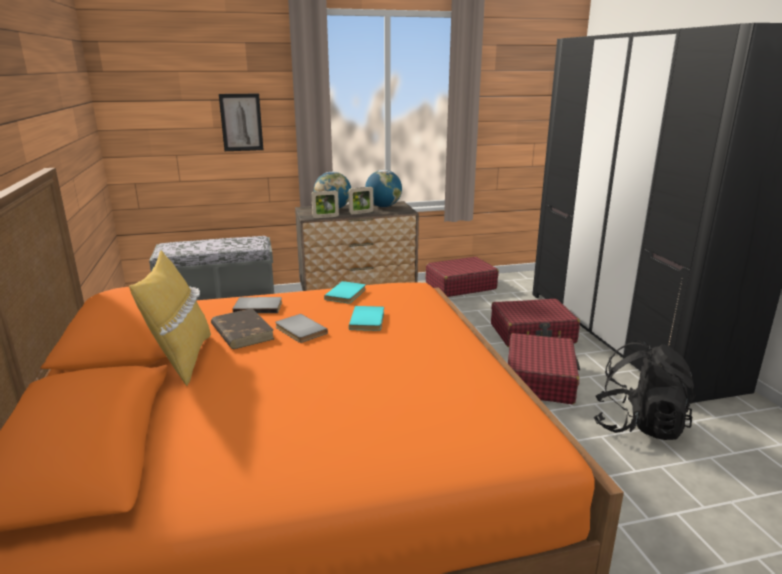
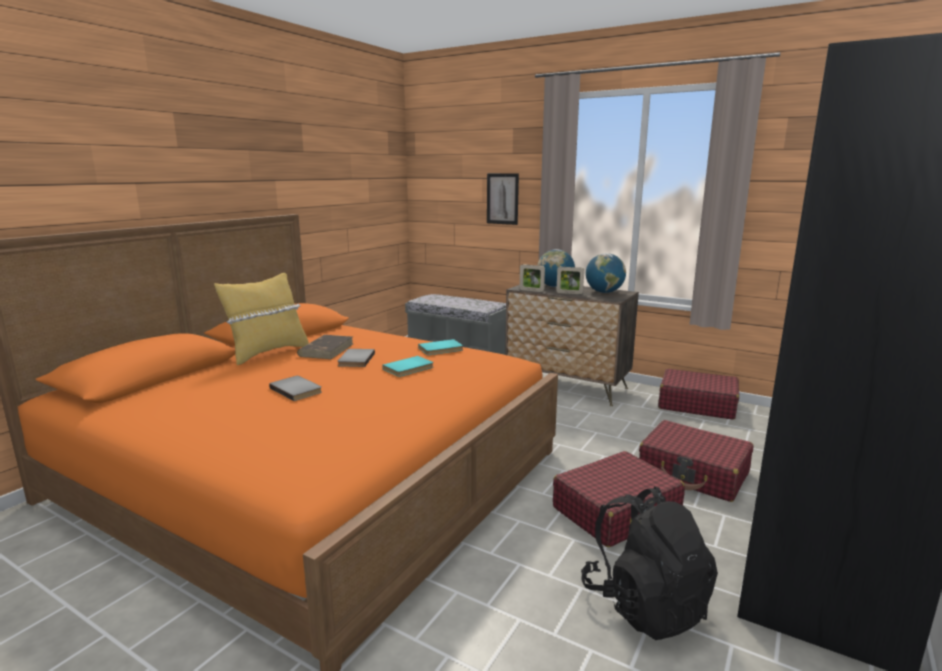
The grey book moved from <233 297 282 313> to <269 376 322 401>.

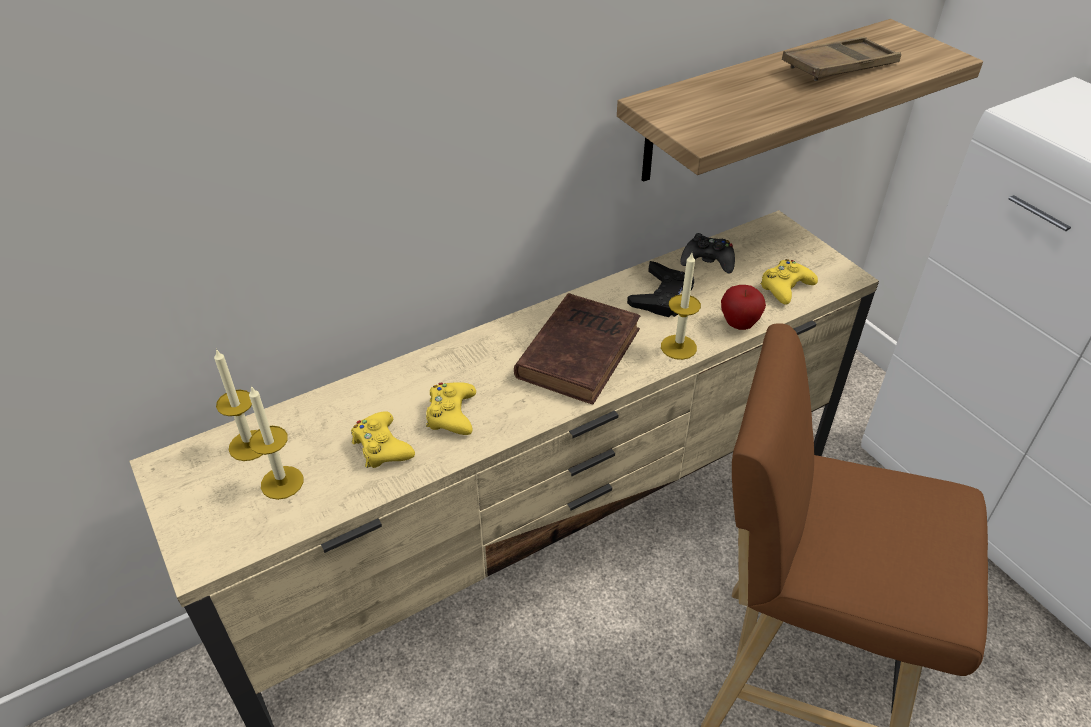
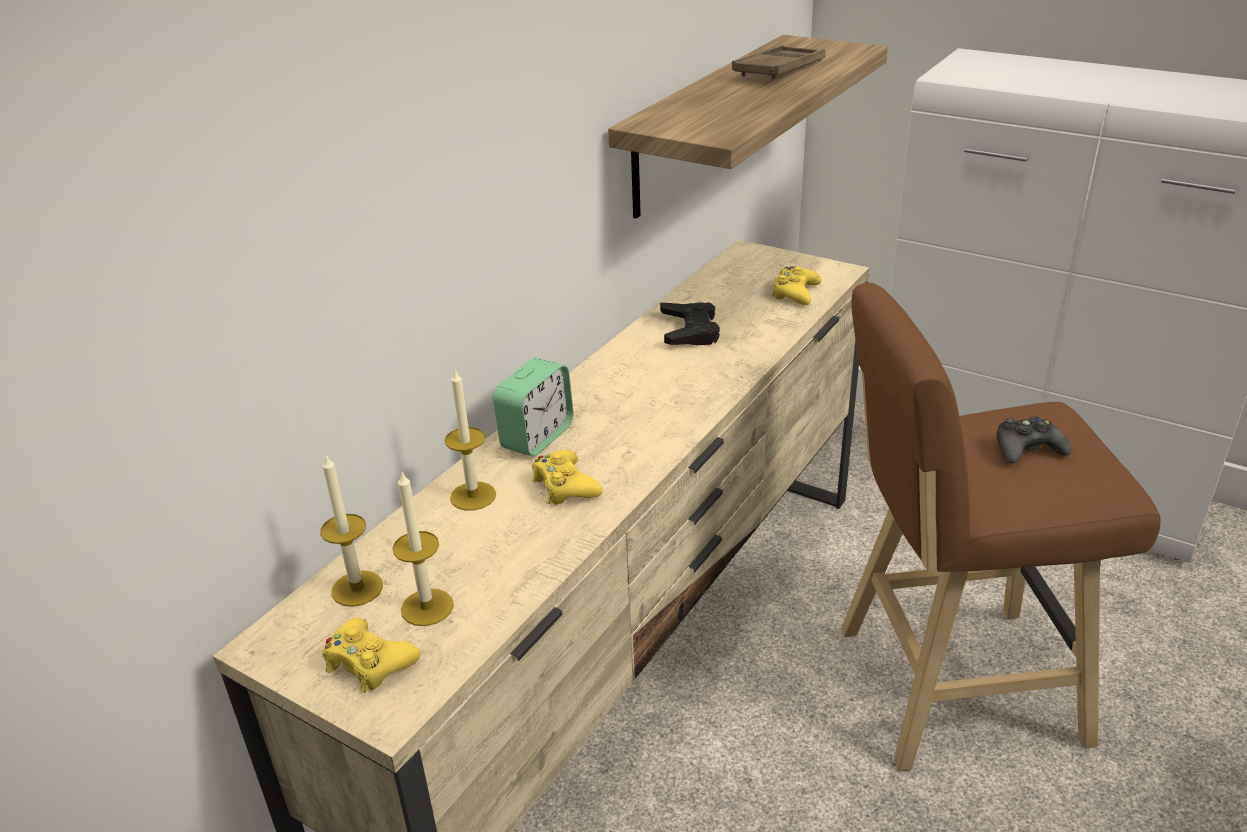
The yellow game controller moved from <351 412 415 468> to <322 618 421 693>.
The brown book at <514 293 640 404> disappeared.
The candle moved from <661 253 701 360> to <445 370 496 511>.
The black game controller moved from <680 233 735 273> to <997 416 1072 464>.
The apple at <721 285 766 330> disappeared.
The alarm clock at <493 358 573 456> appeared.

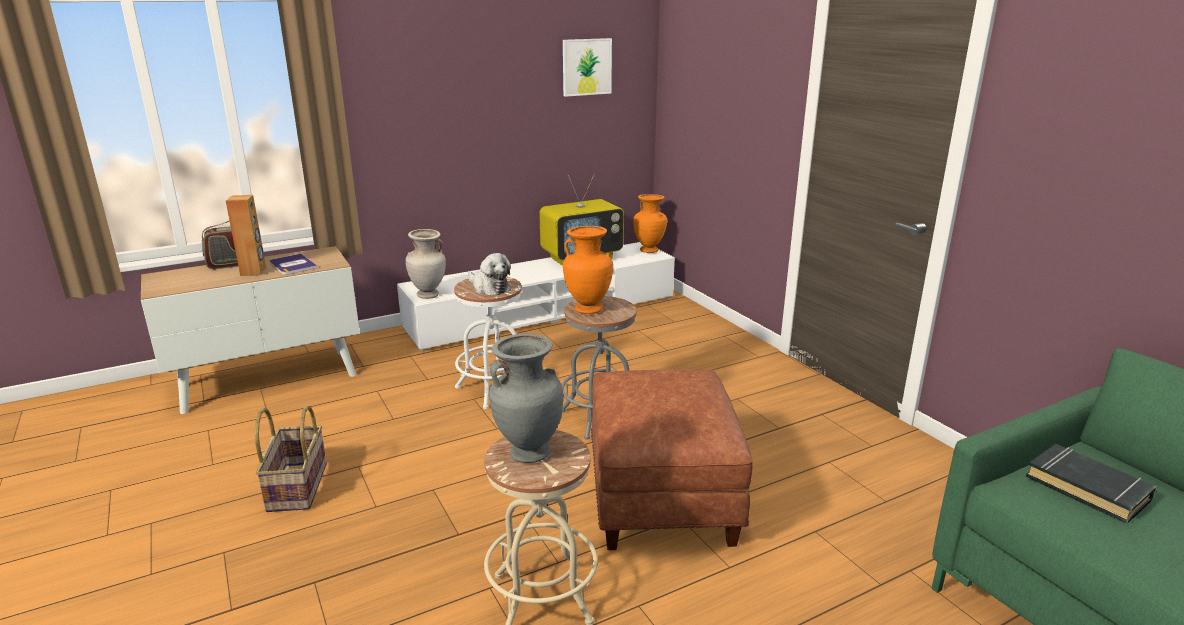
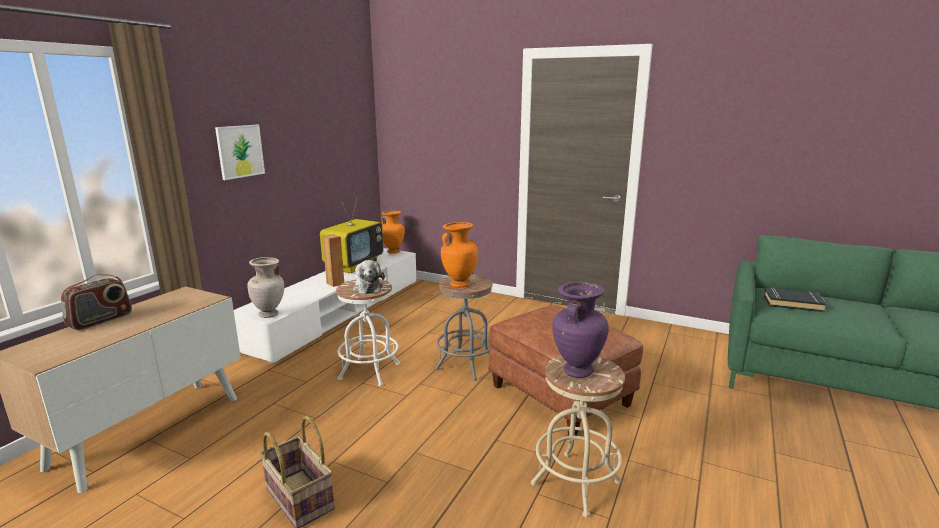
The brown speaker moved from <226 195 266 276> to <323 234 344 287>.
The book at <269 254 318 275> disappeared.
The plush toy at <468 253 511 296> turned 60 degrees clockwise.
The grey vase at <489 334 563 463> became the purple vase at <553 281 609 378>.
The picture moved from <563 38 612 97> to <215 125 265 180>.

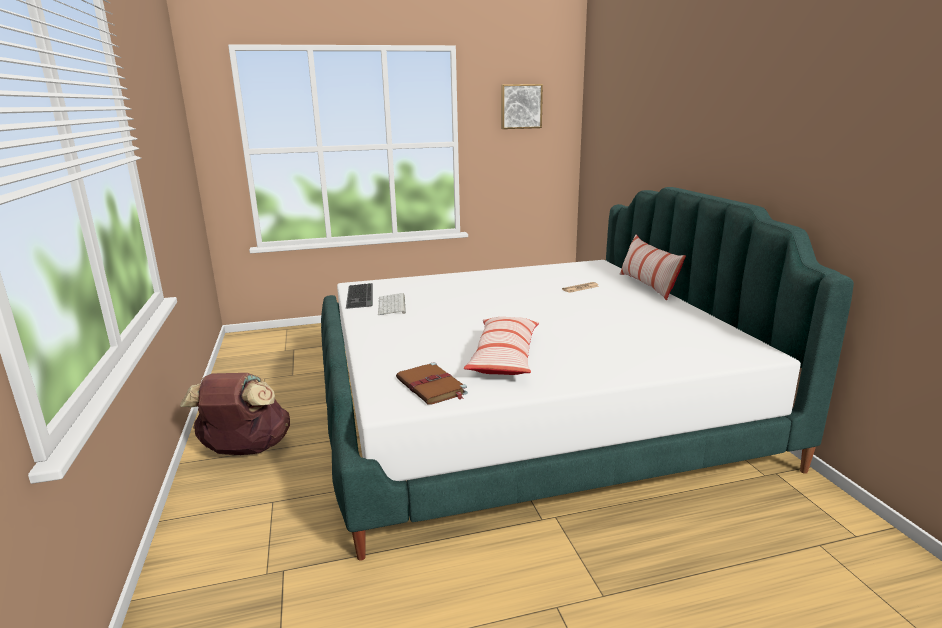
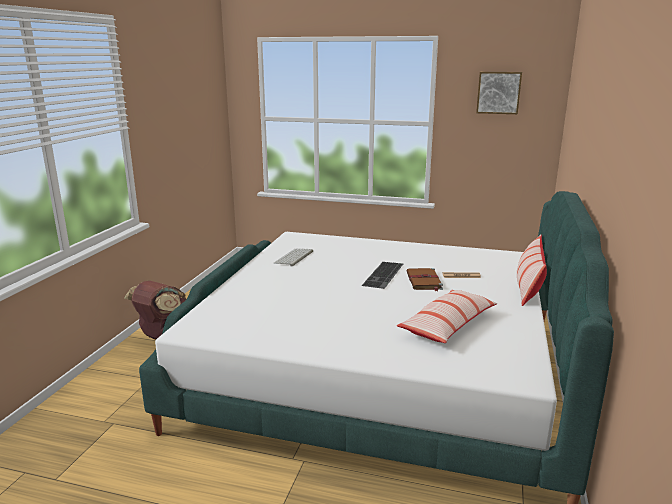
The keyboard moved from <346 283 373 309> to <362 262 403 289>.
The brown book moved from <396 362 468 405> to <406 268 443 291>.
The pillow moved from <464 317 539 375> to <397 290 497 343>.

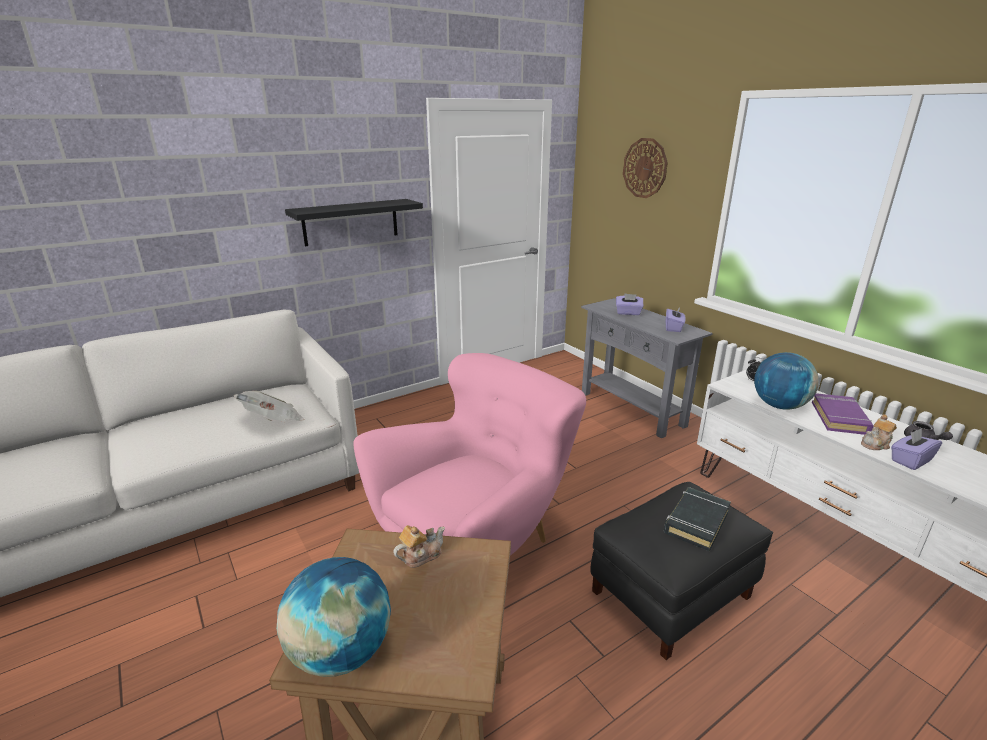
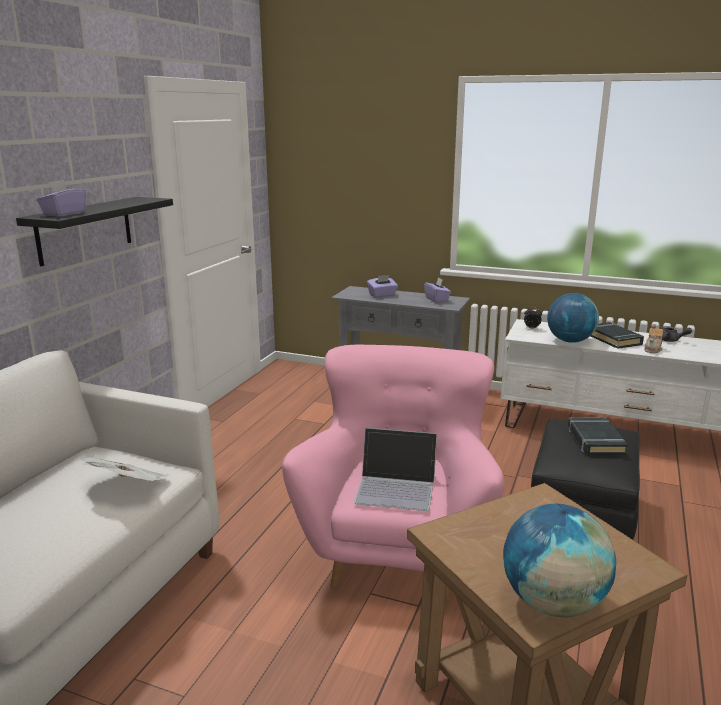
The teapot at <393 525 445 568> disappeared.
The wall clock at <623 138 668 198> disappeared.
The purple book at <812 393 874 435> became the black book at <590 322 644 349>.
The purple tissue box moved from <891 428 942 470> to <37 180 86 217>.
The laptop at <354 428 437 511> appeared.

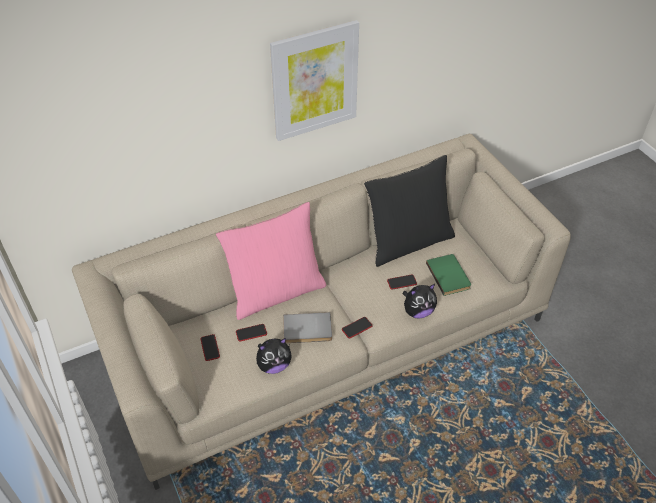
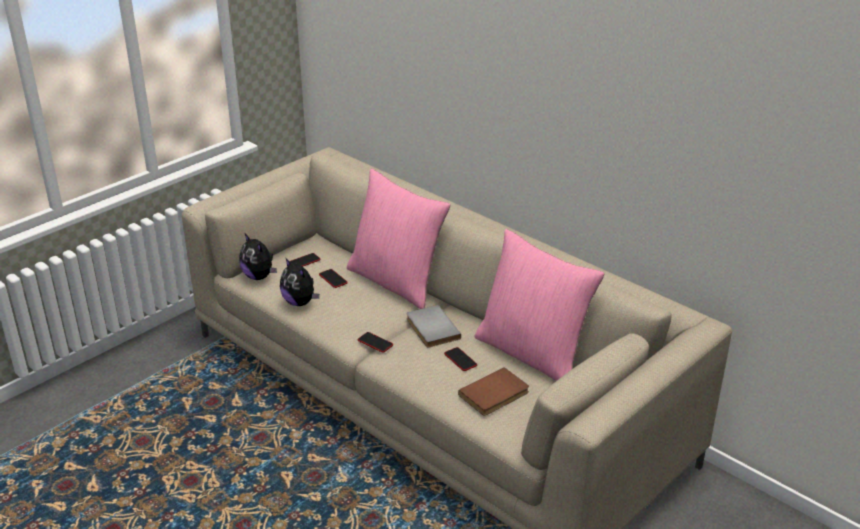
The picture at <270 20 359 141> disappeared.
The grey book moved from <283 312 332 343> to <406 305 461 347>.
The black pillow at <364 155 455 267> became the pink pillow at <475 229 605 381>.
The plush toy moved from <402 284 437 319> to <239 234 277 280>.
The green book at <426 254 471 296> became the brown book at <458 367 529 415>.

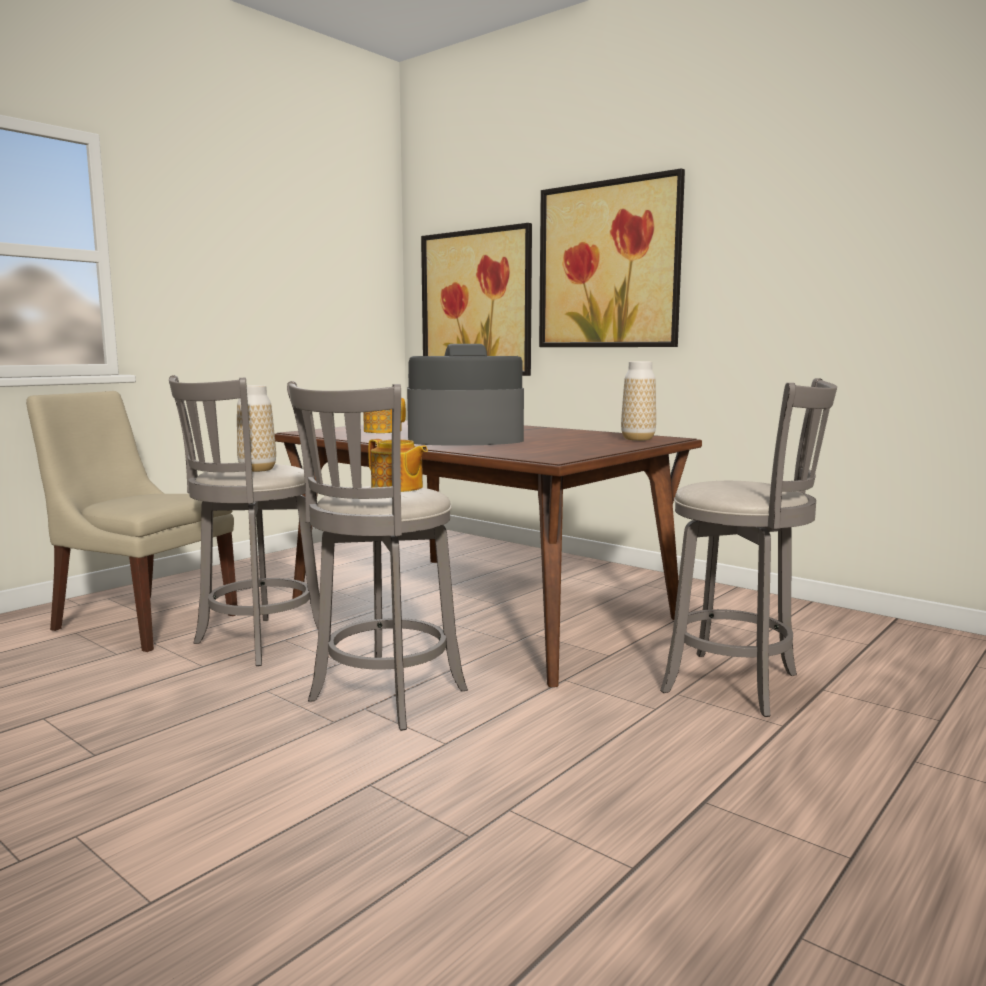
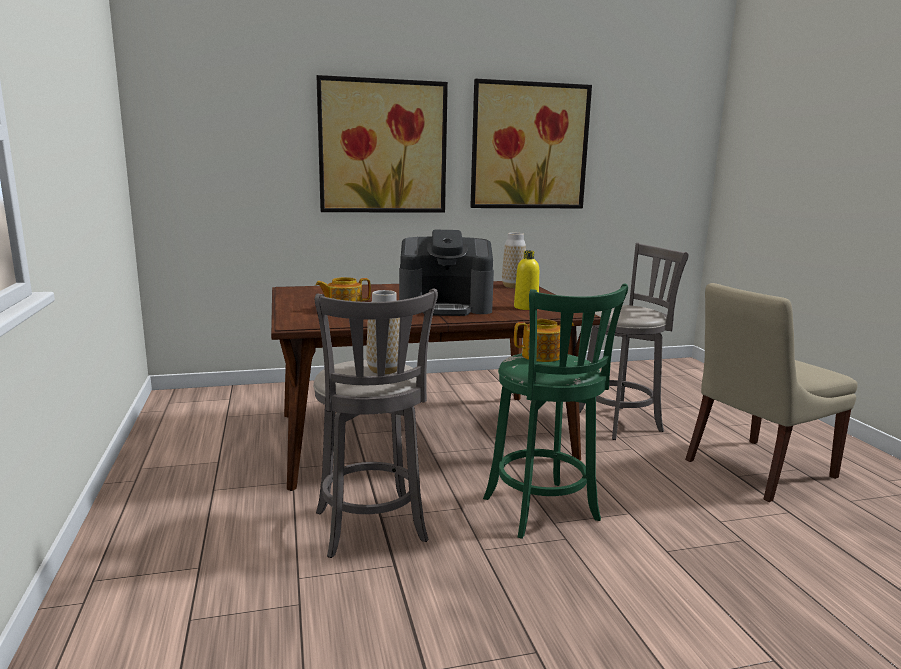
The beige chair moved from <26 391 237 652> to <685 283 858 502>.
The grey stool at <287 381 468 731> became the green stool at <483 283 628 539>.
The coffee machine at <407 344 524 446> turned 120 degrees counterclockwise.
The picture moved from <421 223 532 376> to <470 79 592 208>.
The yellow bottle at <514 250 539 310> appeared.

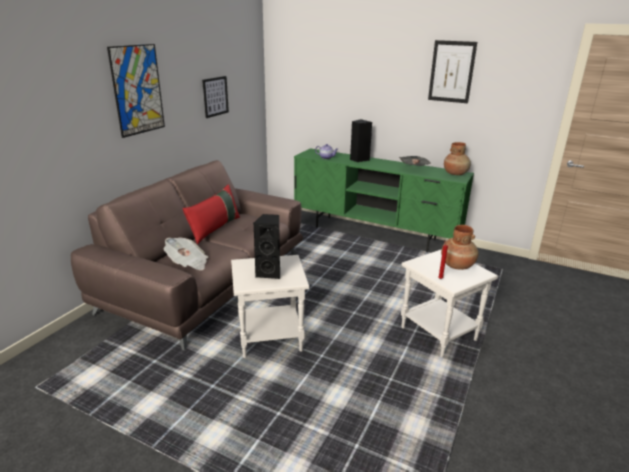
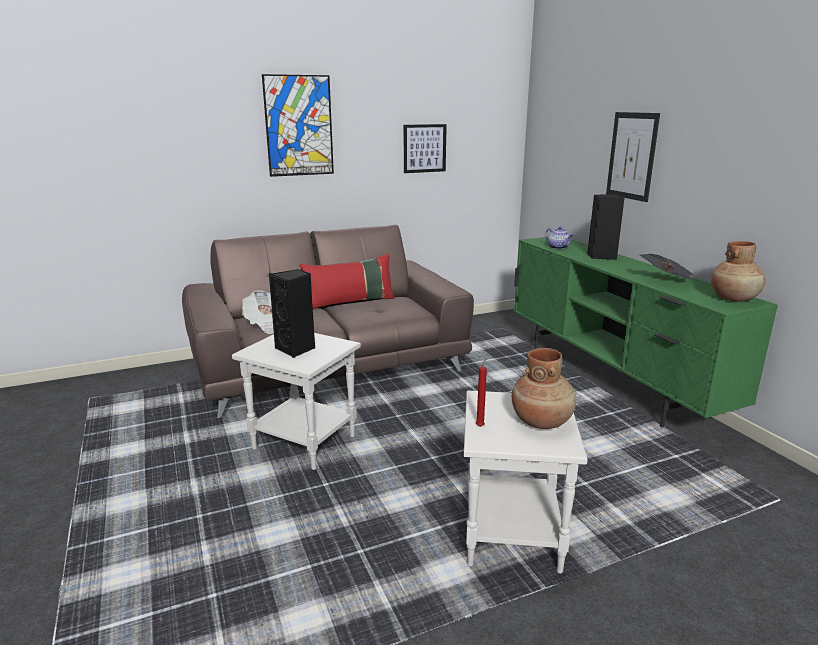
The picture moved from <428 40 477 103> to <606 112 660 202>.

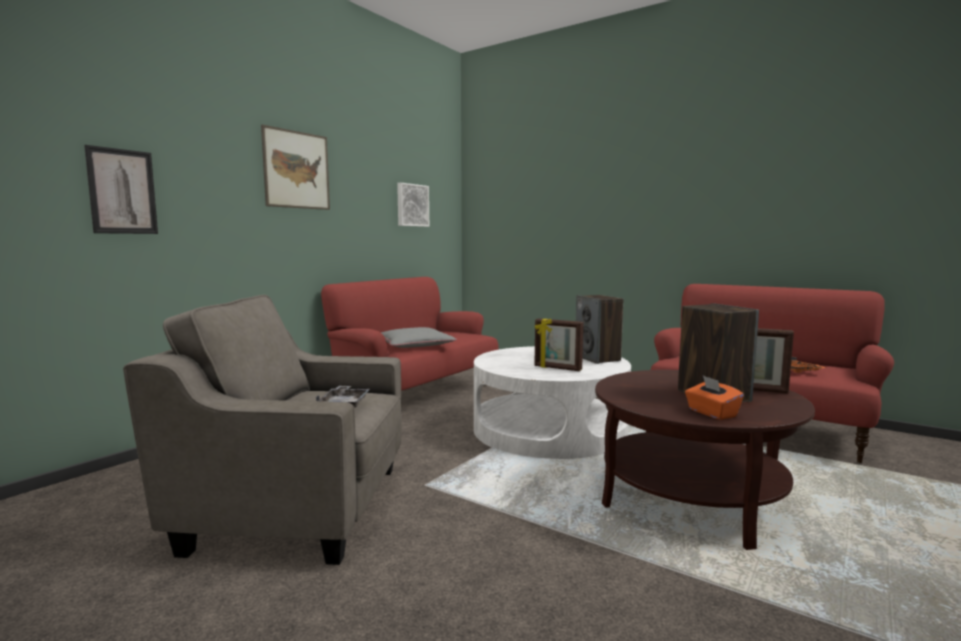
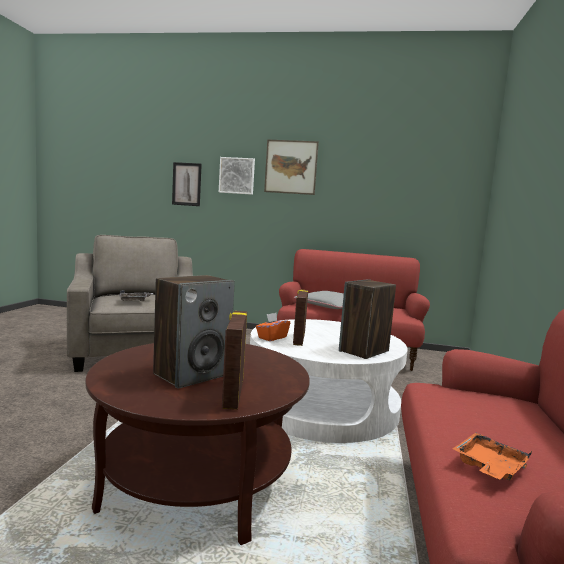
The picture moved from <397 183 429 227> to <219 157 255 195>.
The orange tissue box moved from <685 376 744 420> to <256 313 290 341>.

